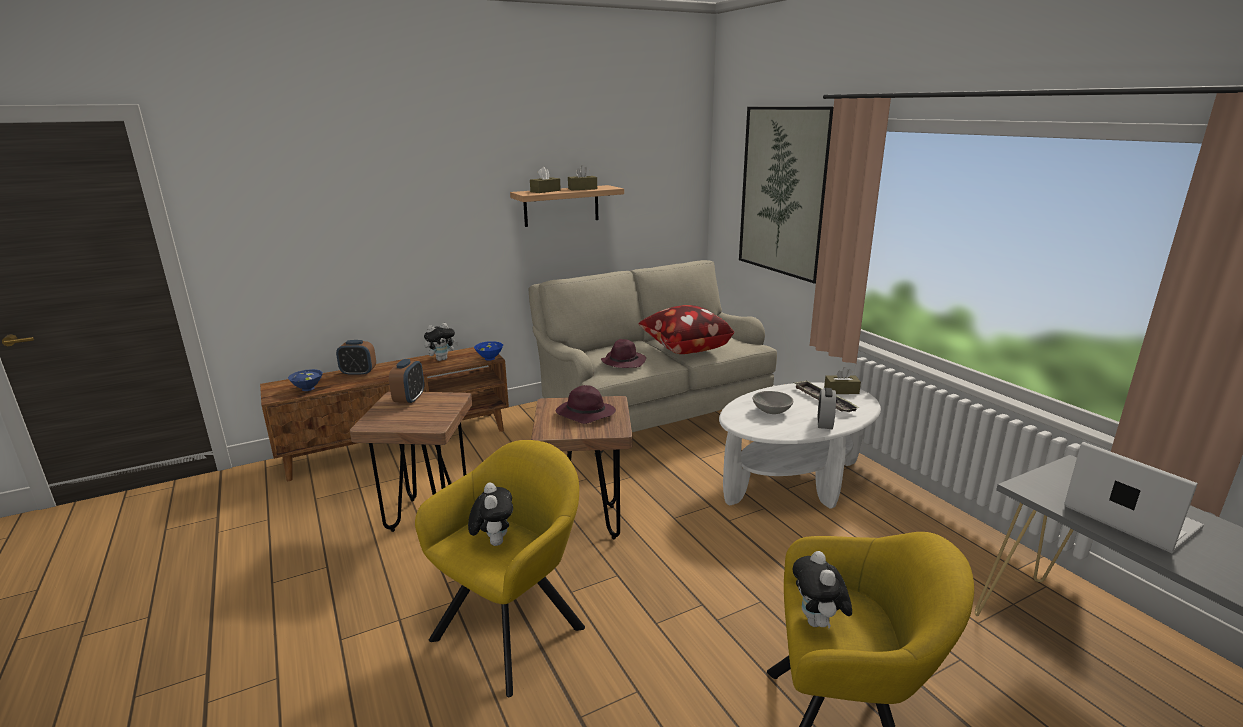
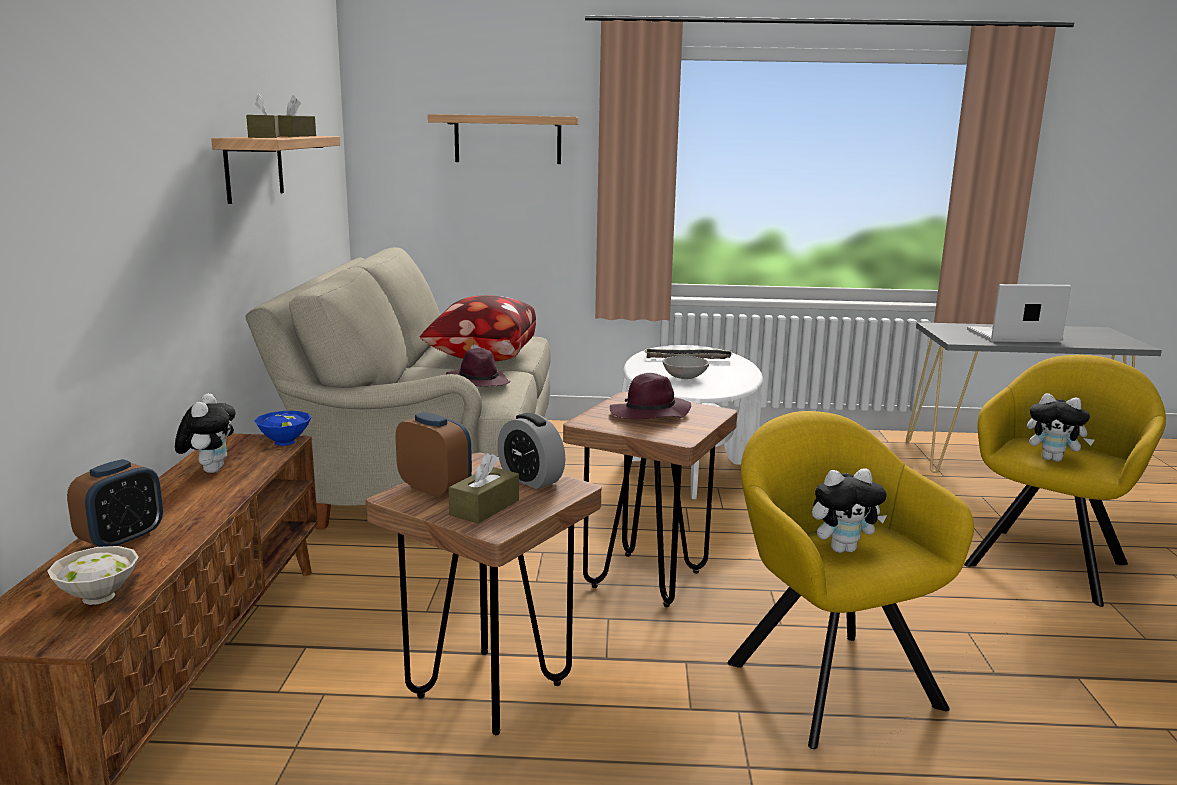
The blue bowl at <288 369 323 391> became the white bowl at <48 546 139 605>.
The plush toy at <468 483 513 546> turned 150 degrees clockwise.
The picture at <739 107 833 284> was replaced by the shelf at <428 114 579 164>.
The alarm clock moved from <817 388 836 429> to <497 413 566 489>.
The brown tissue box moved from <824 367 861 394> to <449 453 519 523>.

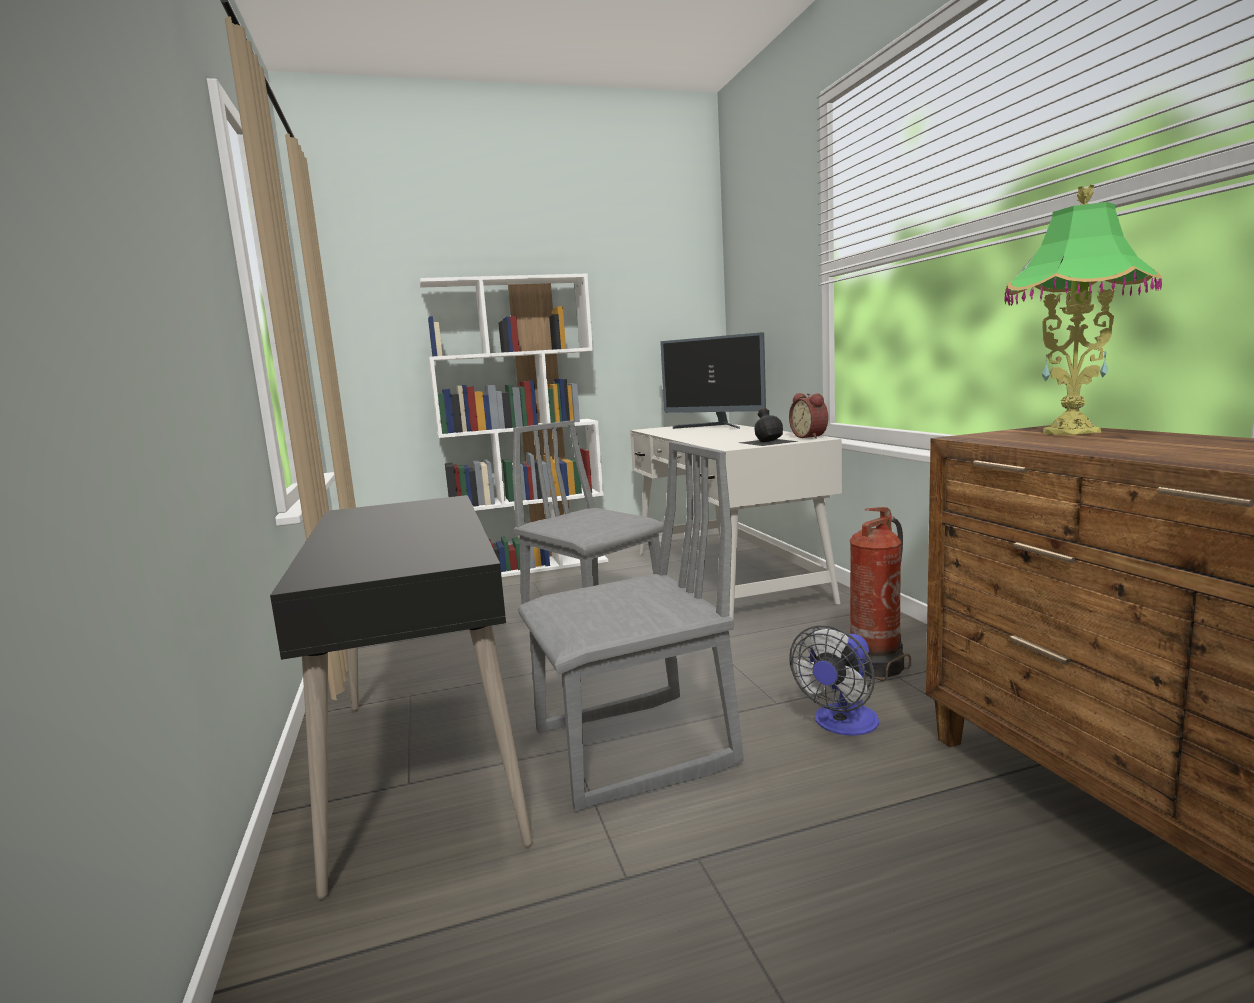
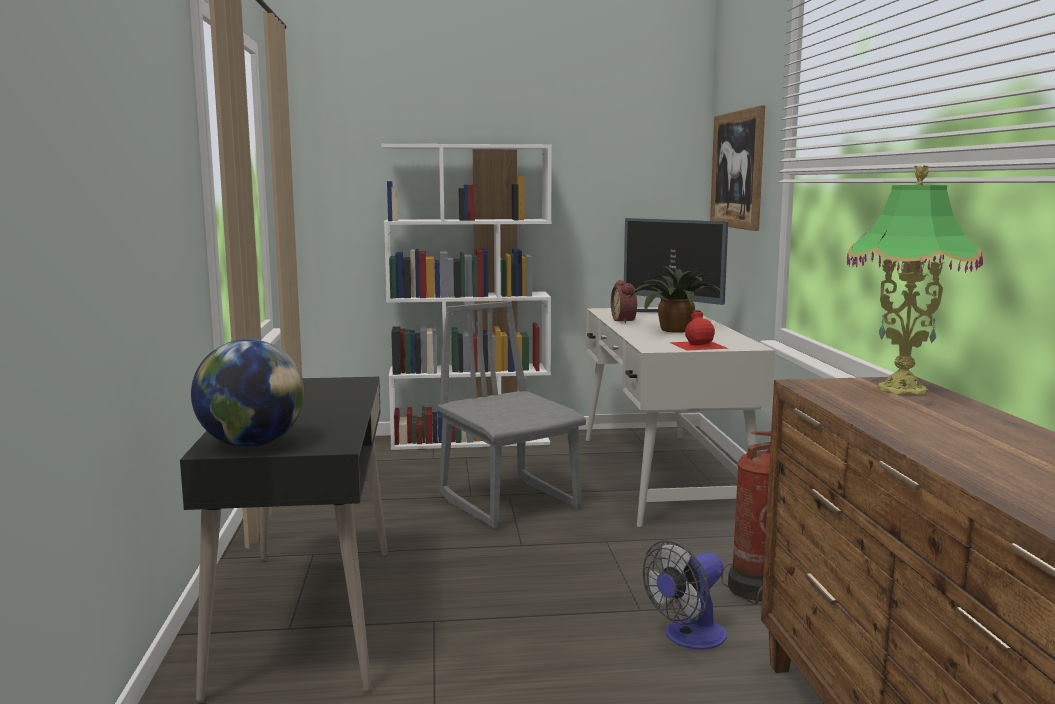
The grey chair at <518 441 744 811> disappeared.
The black bottle at <740 408 799 446> became the red bottle at <669 310 729 351>.
The alarm clock moved from <789 393 828 439> to <611 280 637 323>.
The globe at <191 339 304 447> appeared.
The potted plant at <630 266 722 333> appeared.
The picture at <710 105 765 231> appeared.

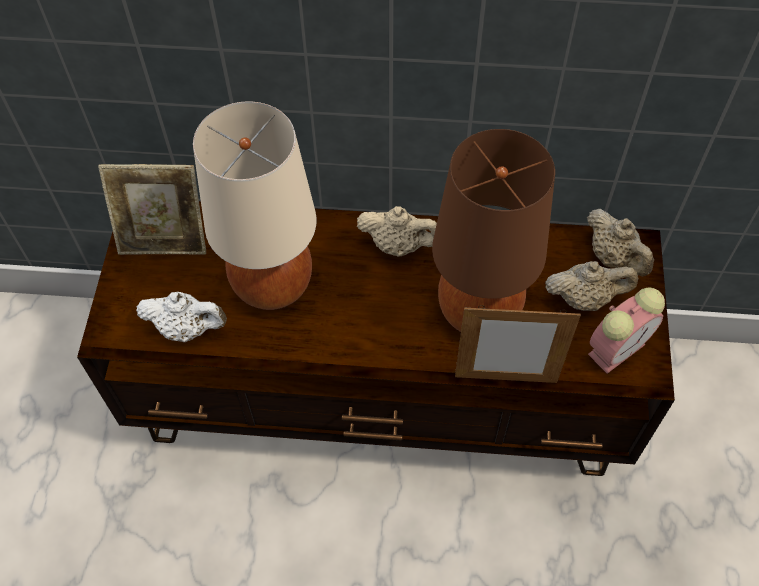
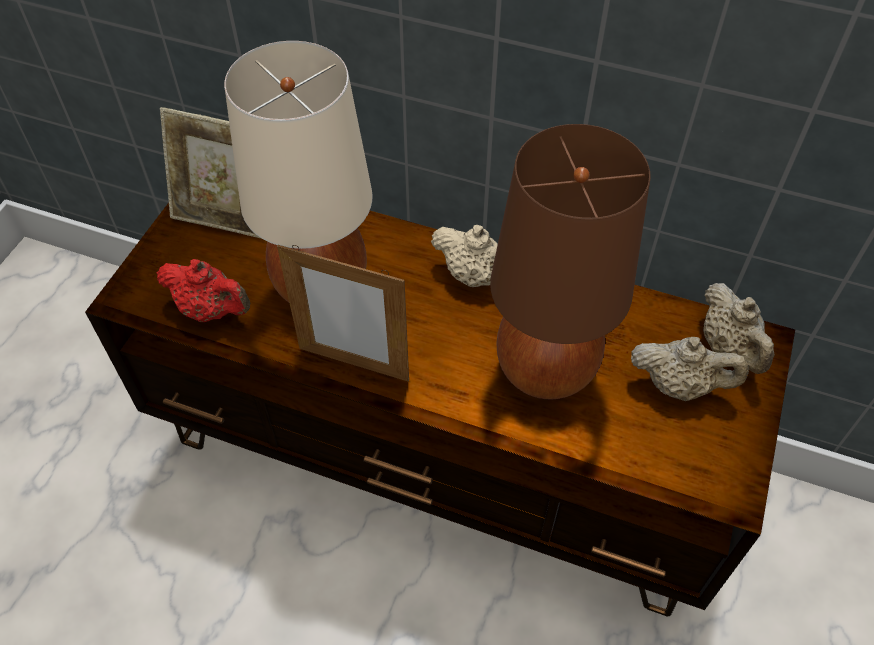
The white teapot at <136 292 227 342> became the red teapot at <157 259 250 322>.
The picture frame moved from <455 305 581 383> to <277 245 409 382>.
The alarm clock at <588 287 665 374> disappeared.

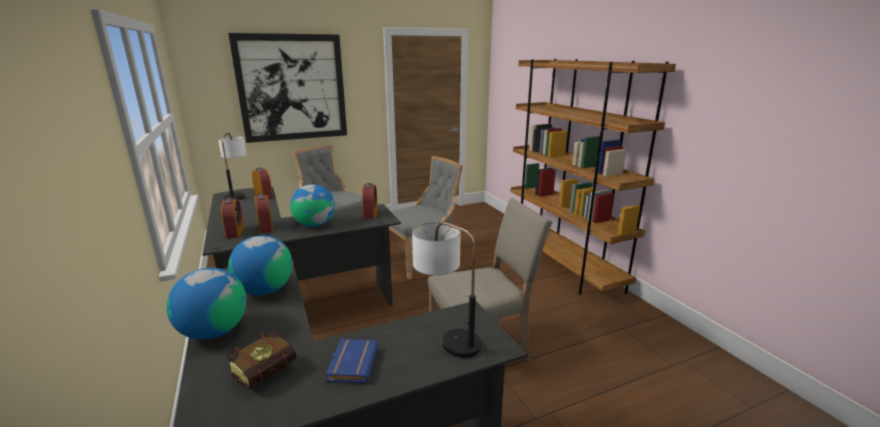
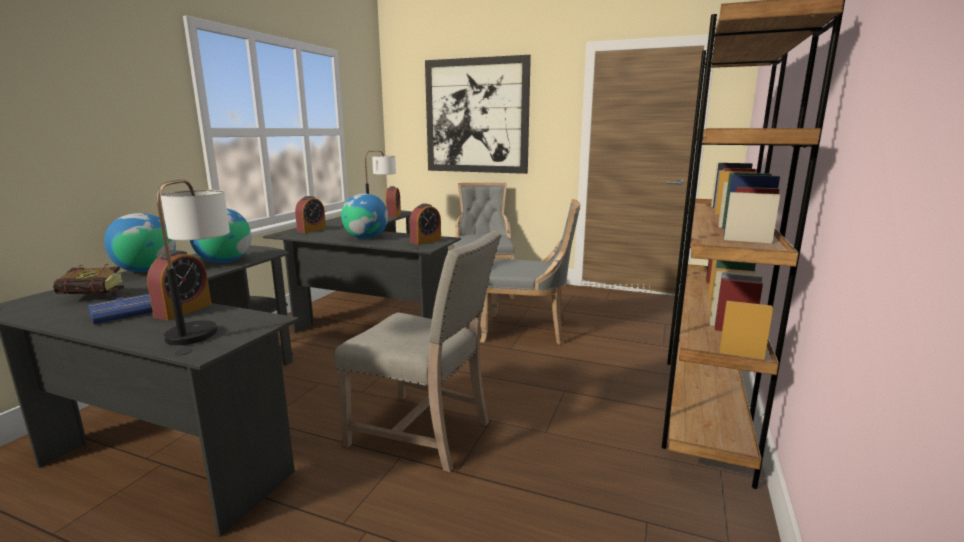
The alarm clock moved from <254 193 273 233> to <147 250 212 320>.

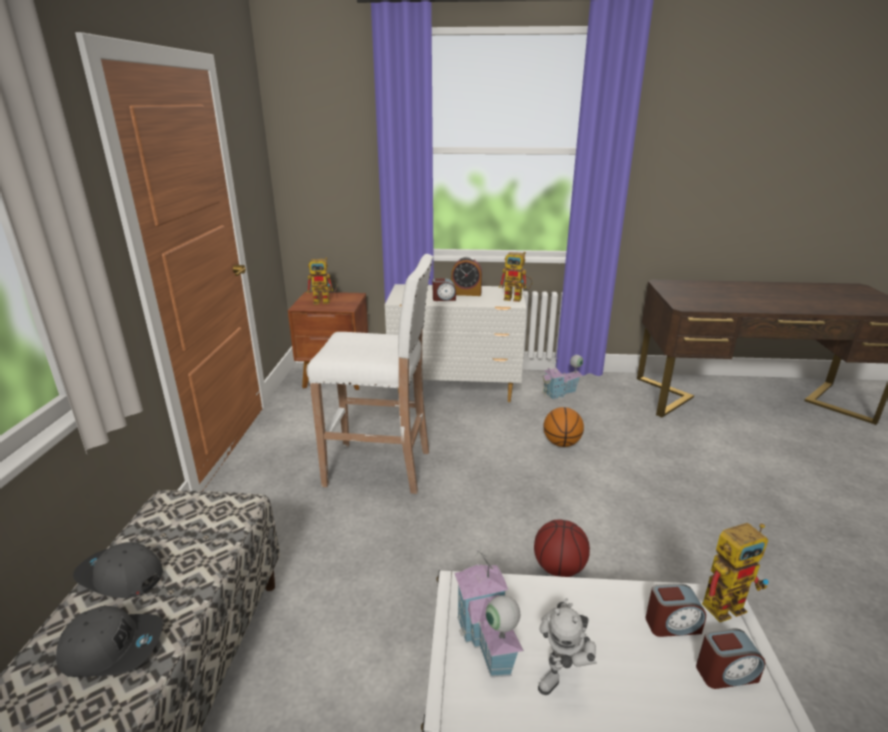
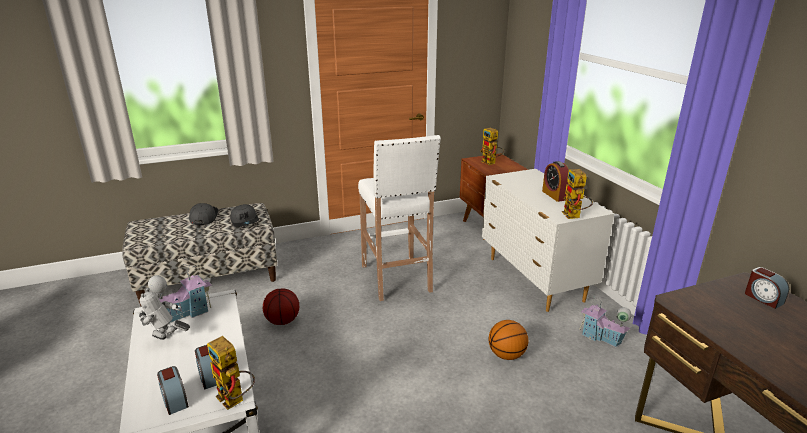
The grey cap moved from <56 606 163 677> to <230 204 259 227>.
The alarm clock moved from <433 278 456 301> to <745 267 789 309>.
The basketball moved from <534 519 590 577> to <263 288 299 325>.

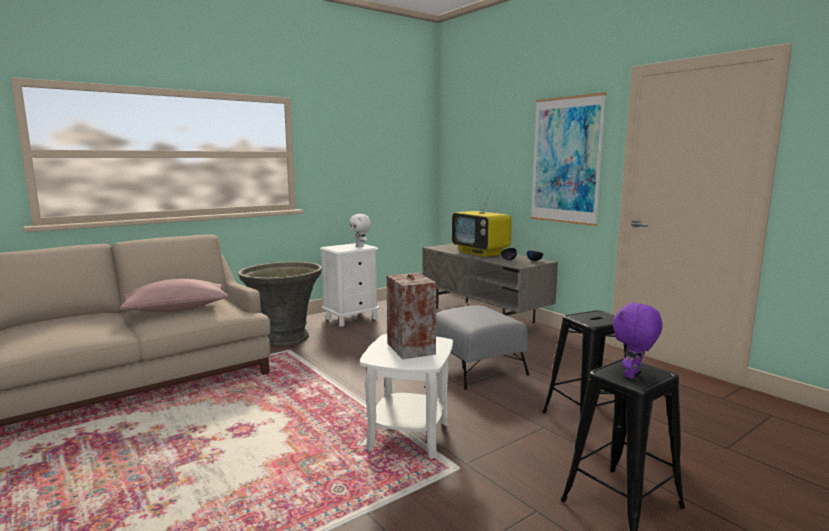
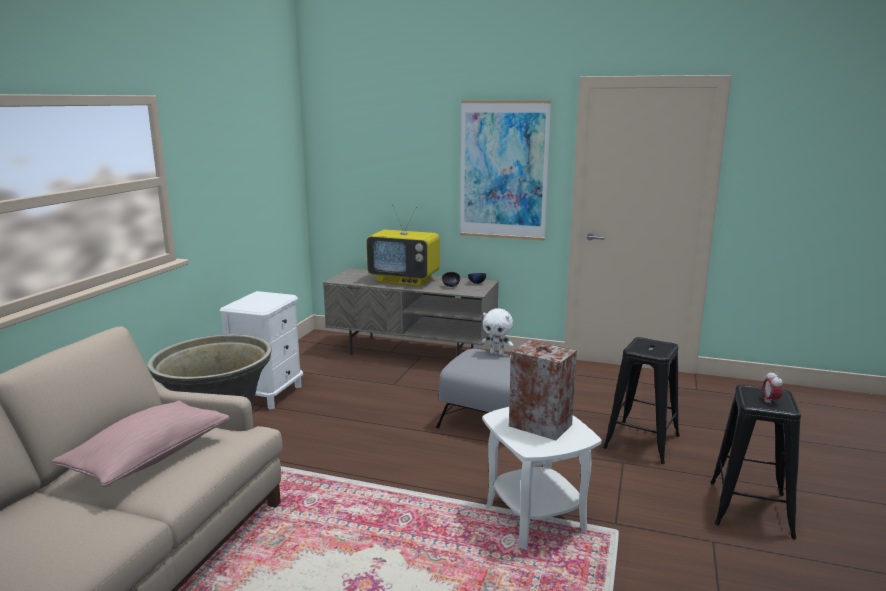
The white plush toy moved from <349 214 371 247> to <481 308 513 355>.
The purple plush toy at <613 302 663 379> was replaced by the alarm clock at <763 370 783 404>.

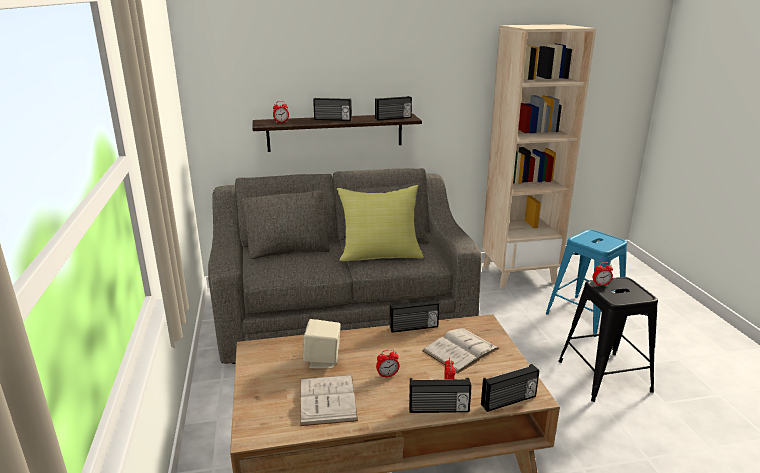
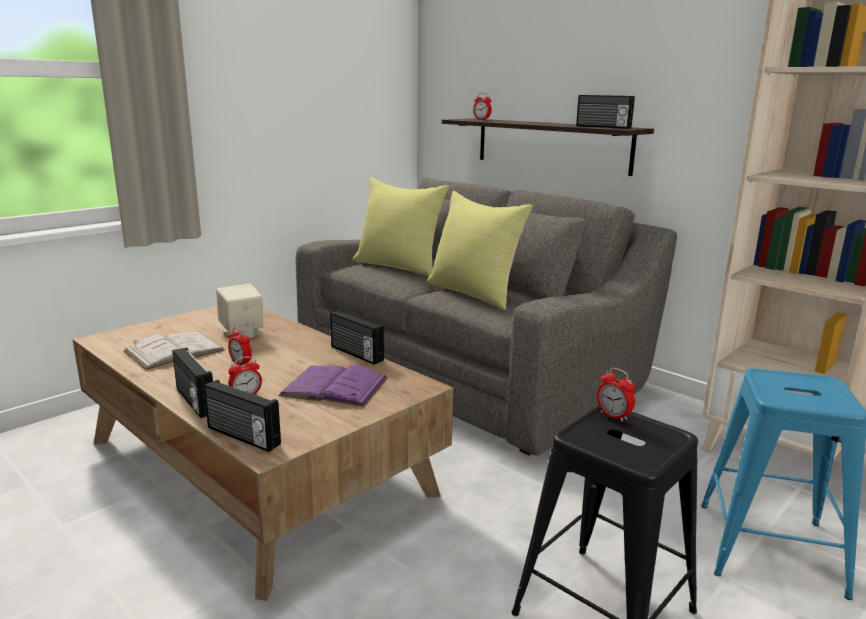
The radio at <313 98 352 121> disappeared.
The white book at <422 328 499 374> became the purple book at <279 364 388 407>.
The yellow pillow at <353 177 449 276> appeared.

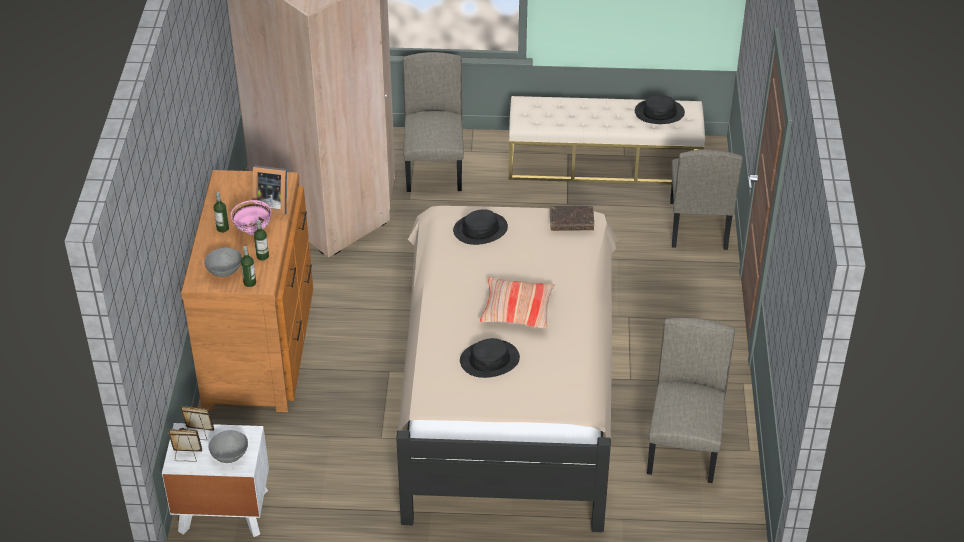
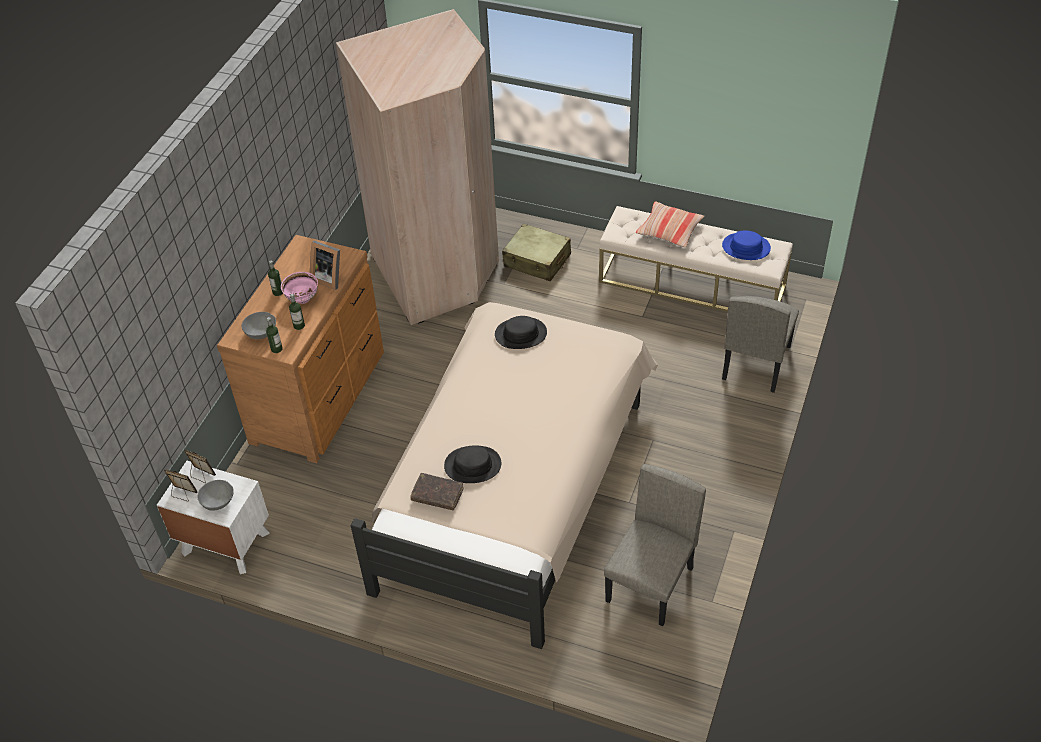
The beige chair at <402 52 464 192> was replaced by the beige suitcase at <502 223 571 281>.
The pillow moved from <480 277 555 329> to <636 201 705 248>.
The brown book moved from <550 206 594 231> to <410 473 464 510>.
The black hat at <635 95 685 124> became the blue hat at <722 230 771 260>.

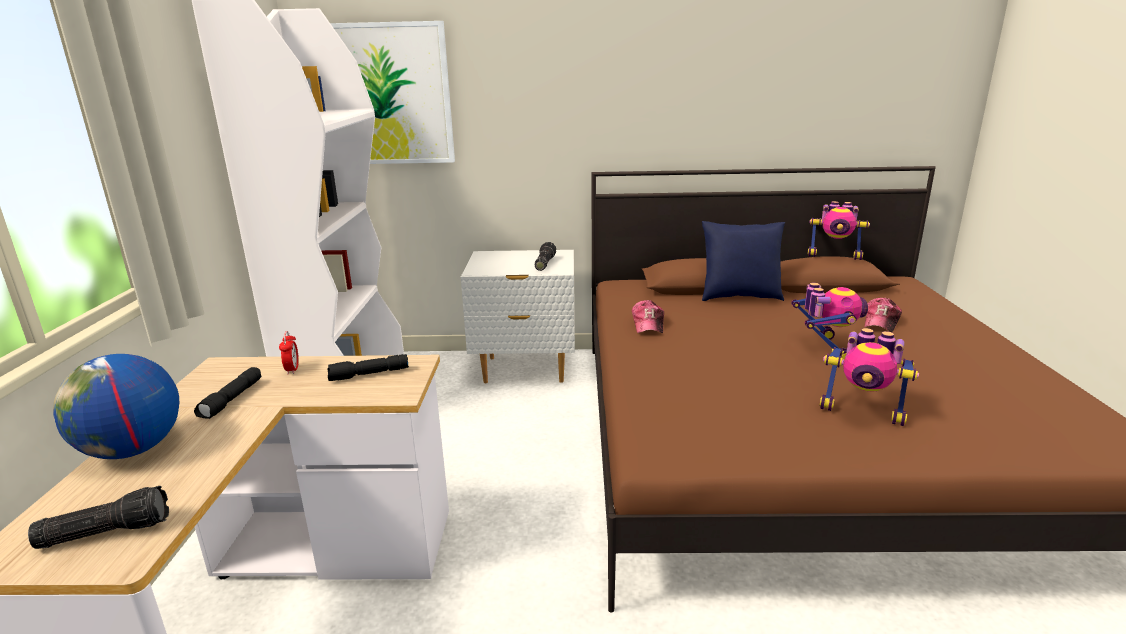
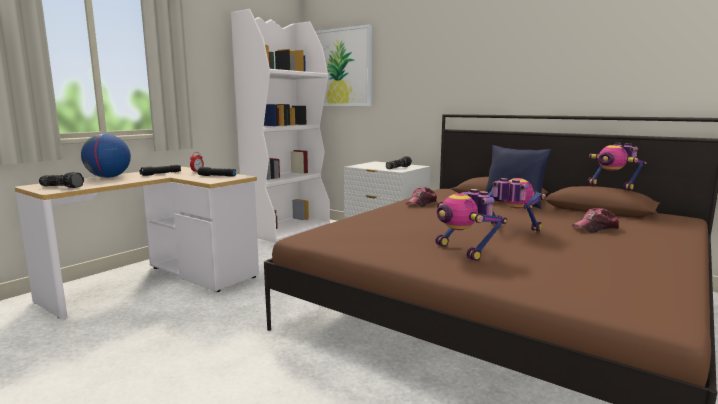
The toy robot at <791 283 868 360> turned 90 degrees counterclockwise.

